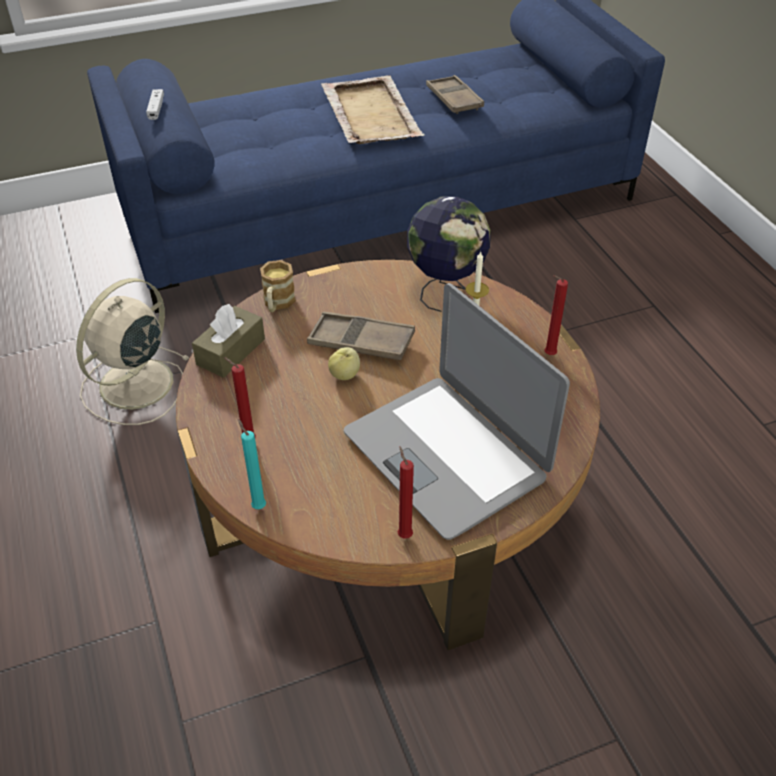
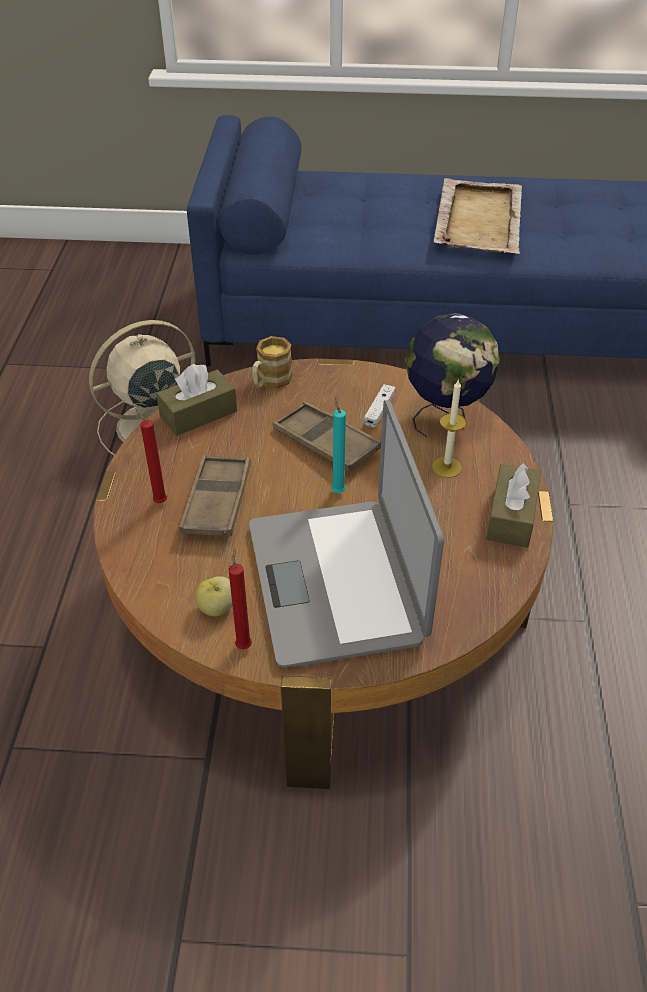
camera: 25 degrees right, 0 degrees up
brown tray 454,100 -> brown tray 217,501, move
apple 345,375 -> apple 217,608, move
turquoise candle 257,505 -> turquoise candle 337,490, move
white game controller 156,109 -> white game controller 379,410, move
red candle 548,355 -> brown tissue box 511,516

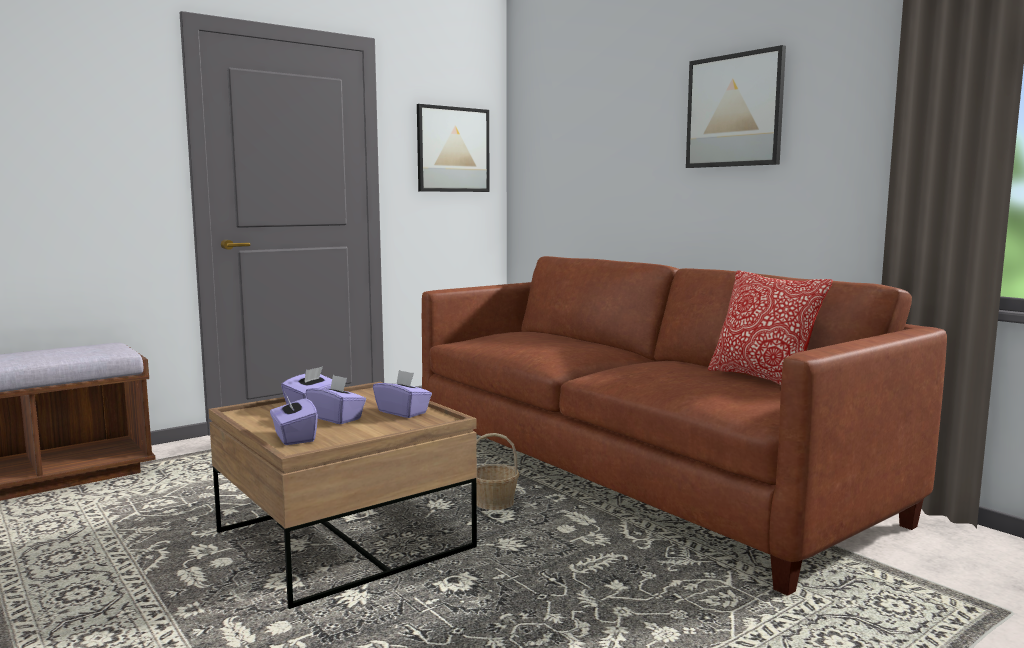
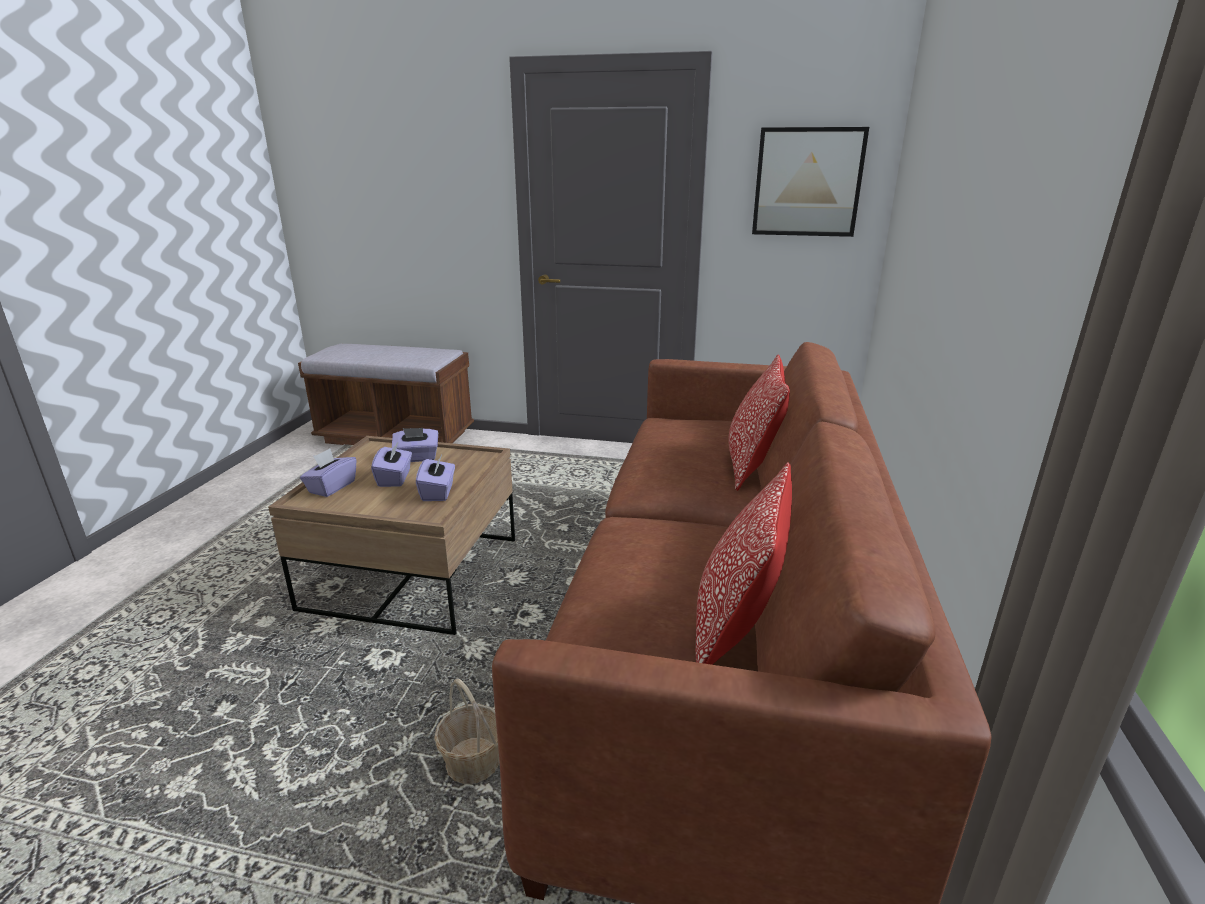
camera: 50 degrees right, 15 degrees up
basket 494,503 -> basket 473,762, move
none -> pillow 752,466
picture 734,110 -> none

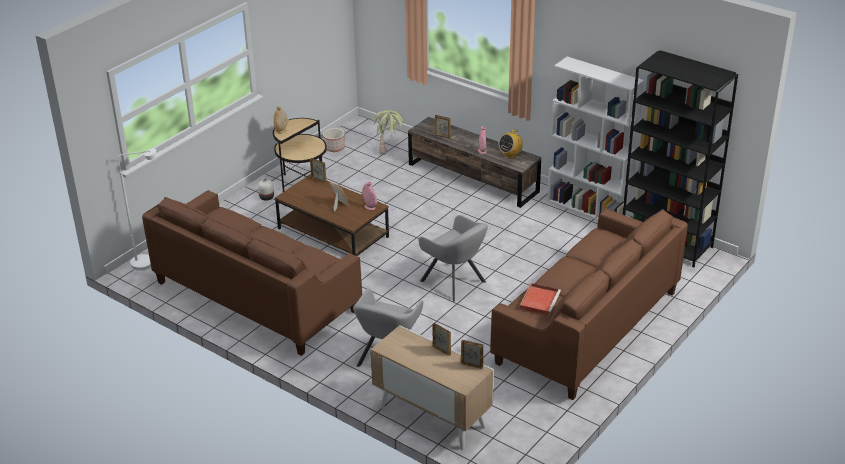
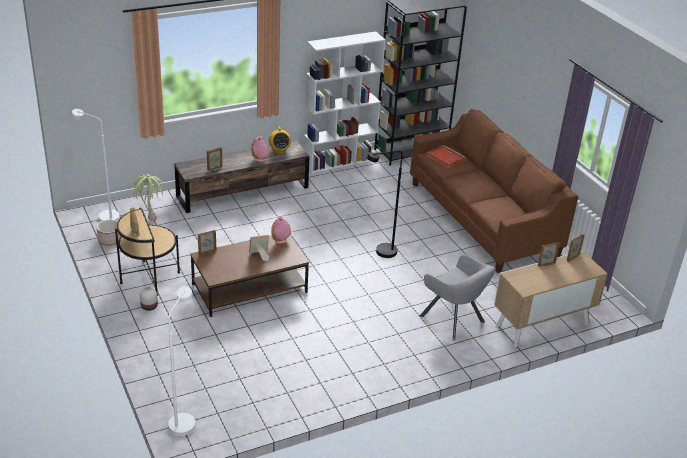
camera: 65 degrees left, 0 degrees up
none -> white floor lamp 103,216
grey armchair 455,282 -> black floor lamp 381,253
red tray 539,300 -> red tray 445,157, move
brown sofa 256,296 -> none

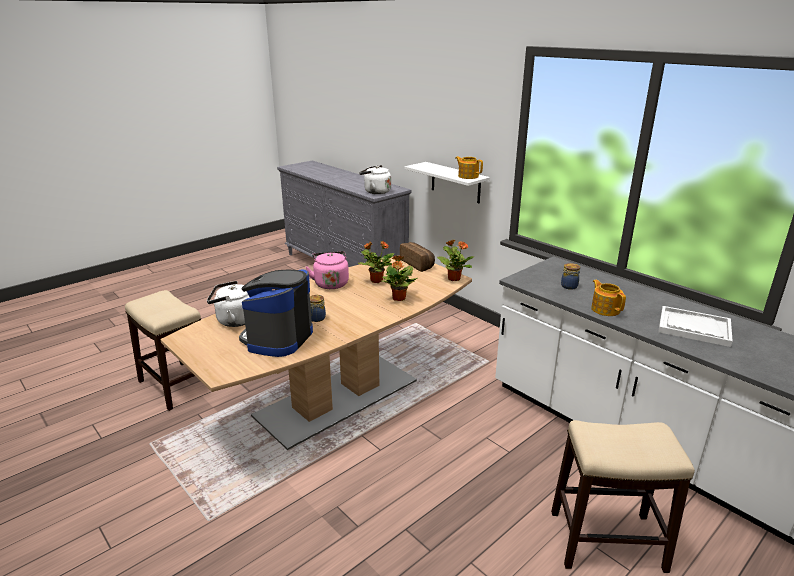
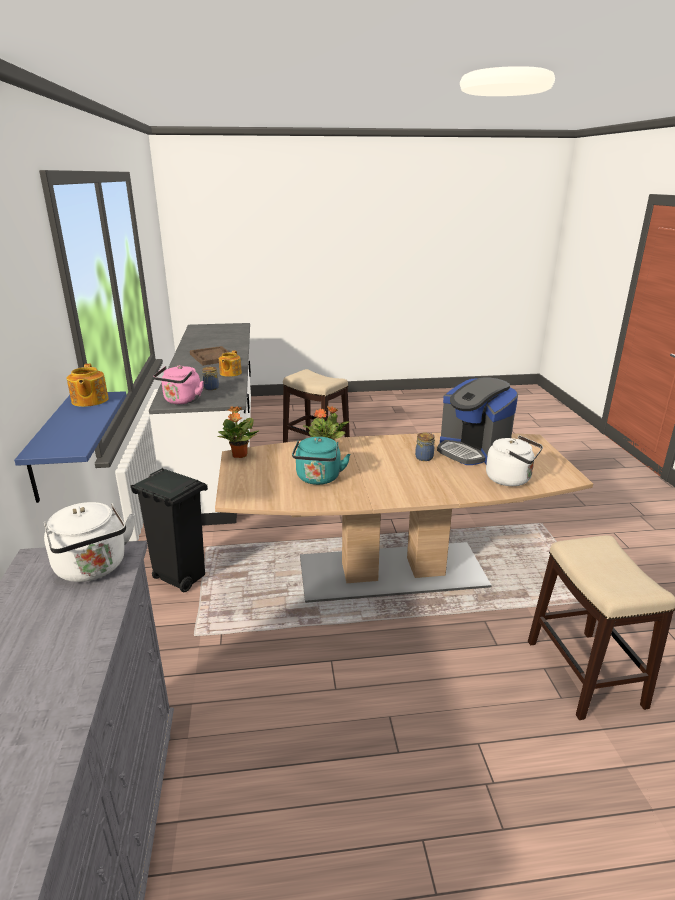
camera: 145 degrees left, 0 degrees up
white shelf 455,182 -> blue shelf 51,447
none -> black trash can 180,578
pink kettle 330,283 -> pink kettle 181,401, move
white tray 693,328 -> brown tray 212,357
potted plant 376,280 -> turquoise kettle 318,479
coffee machine 278,338 -> coffee machine 472,451, 90 degrees clockwise
bread 418,264 -> none

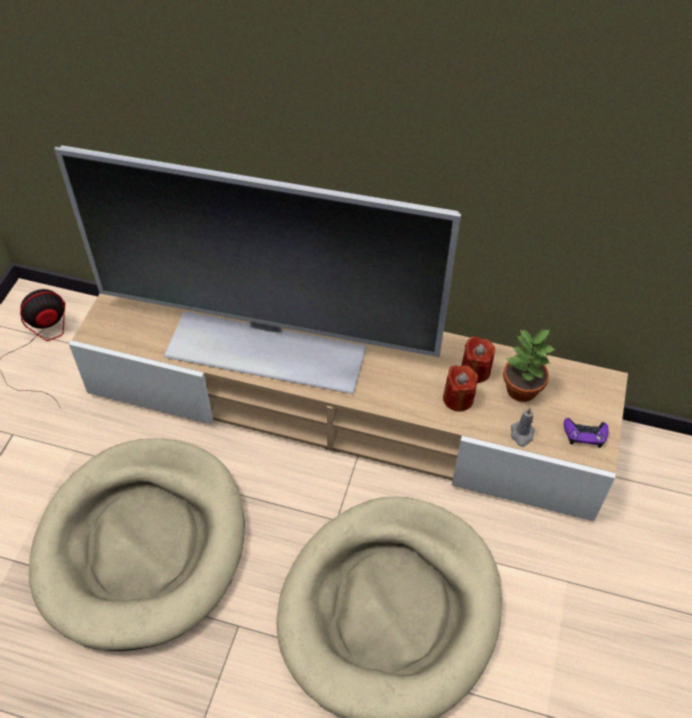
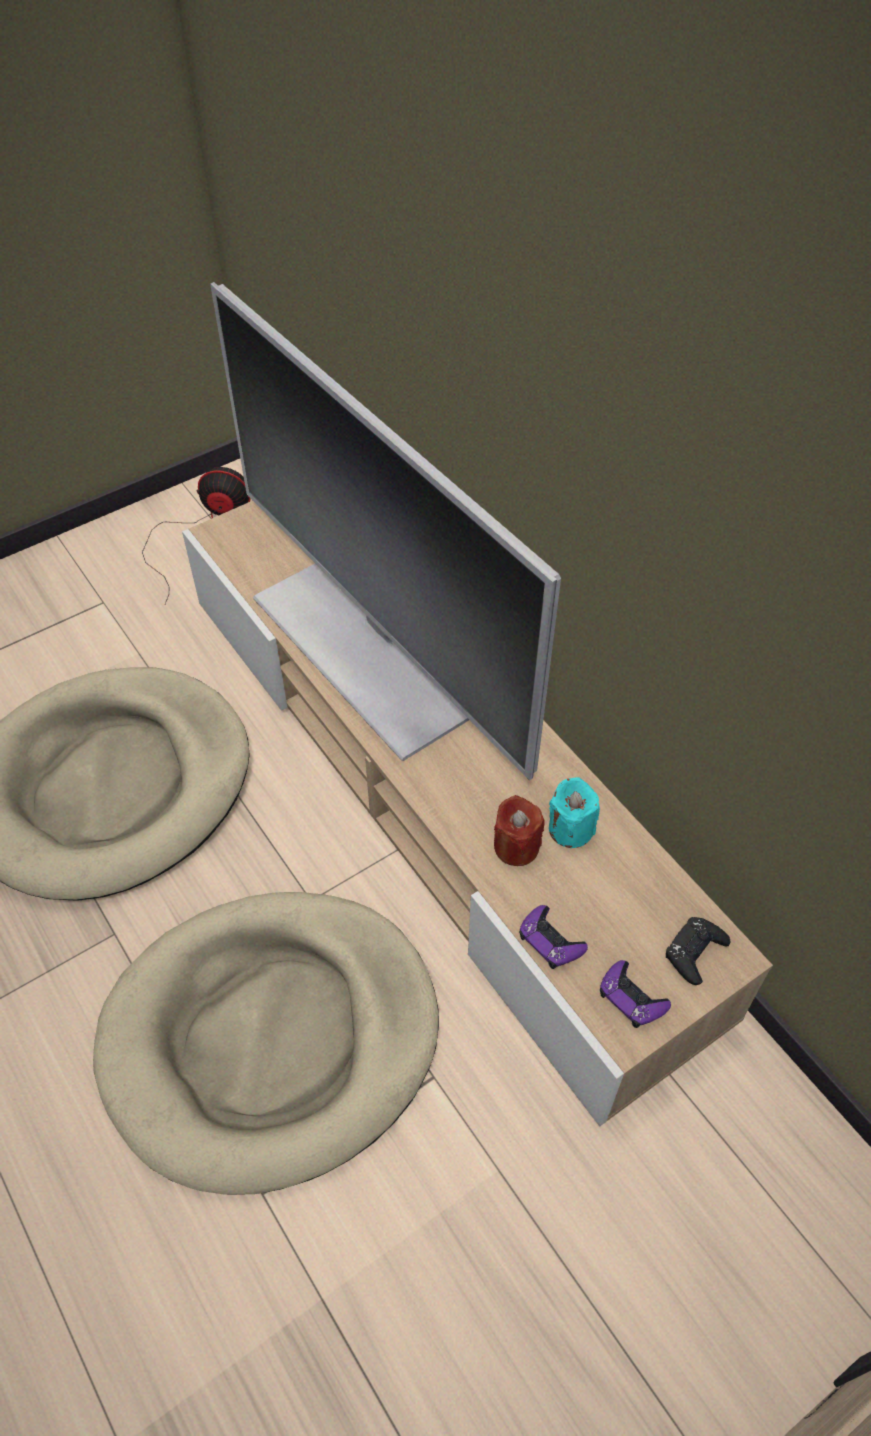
camera: 40 degrees right, 0 degrees up
grey candle 522,434 -> purple game controller 550,941
red candle 475,371 -> turquoise candle 570,828
none -> black game controller 695,952
potted plant 520,389 -> none

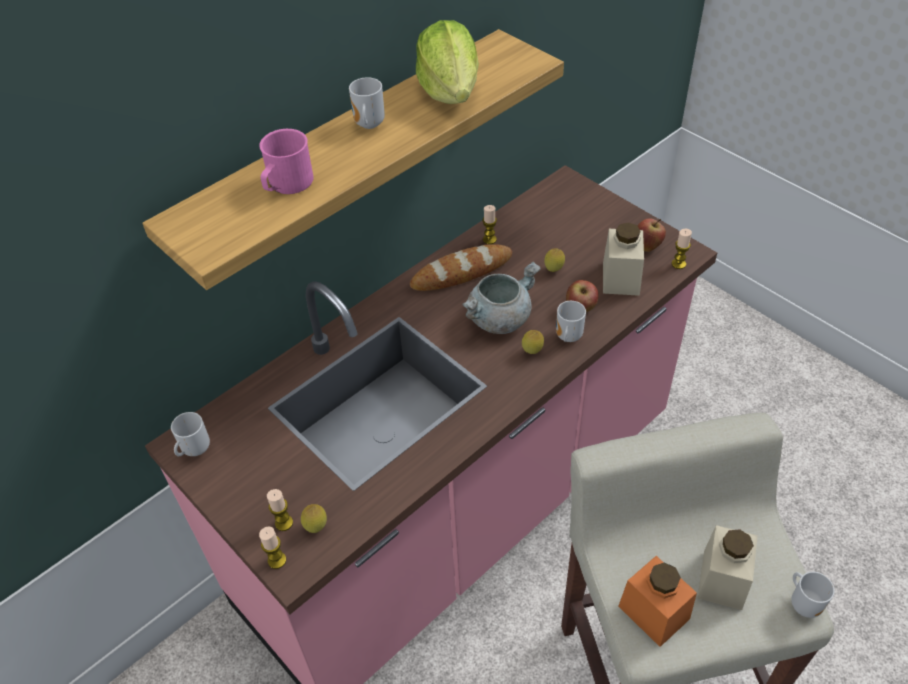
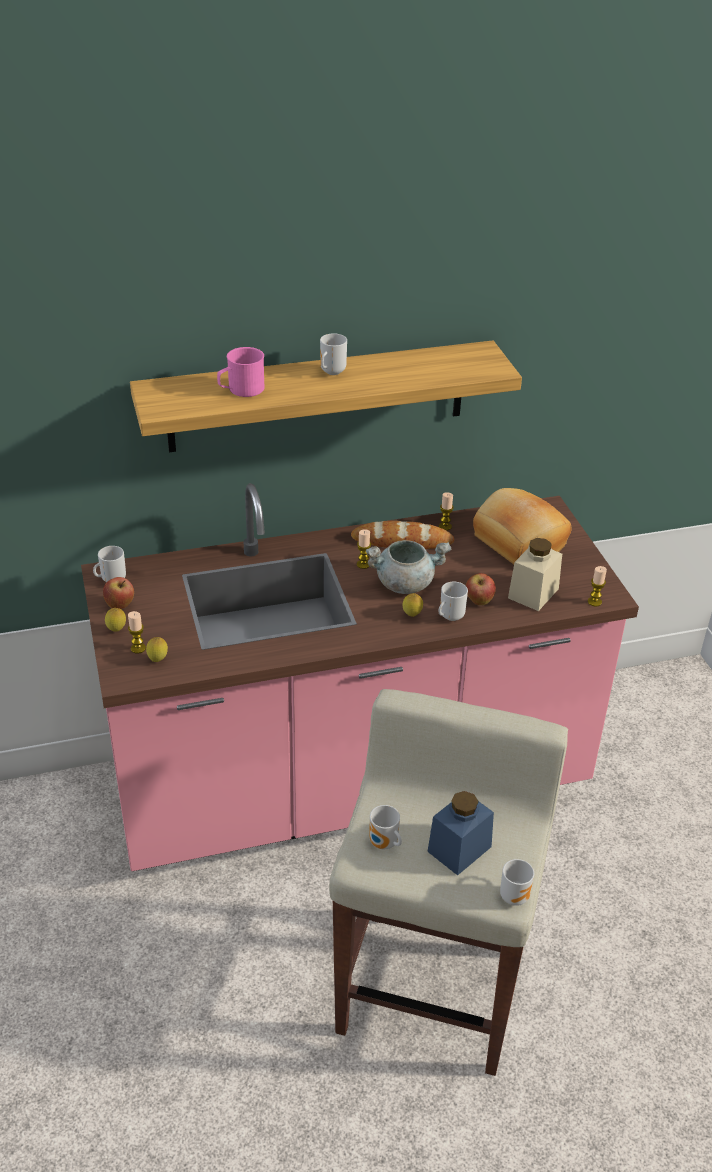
camera: 25 degrees right, 10 degrees down
apple 647,246 -> apple 120,605, move
lemon 553,270 -> lemon 116,630, move
candle 277,560 -> candle 363,564, move
orange jar 653,612 -> mug 384,844
beige jar 722,579 -> blue jar 459,849
none -> bread 518,542
lettuce 450,91 -> none

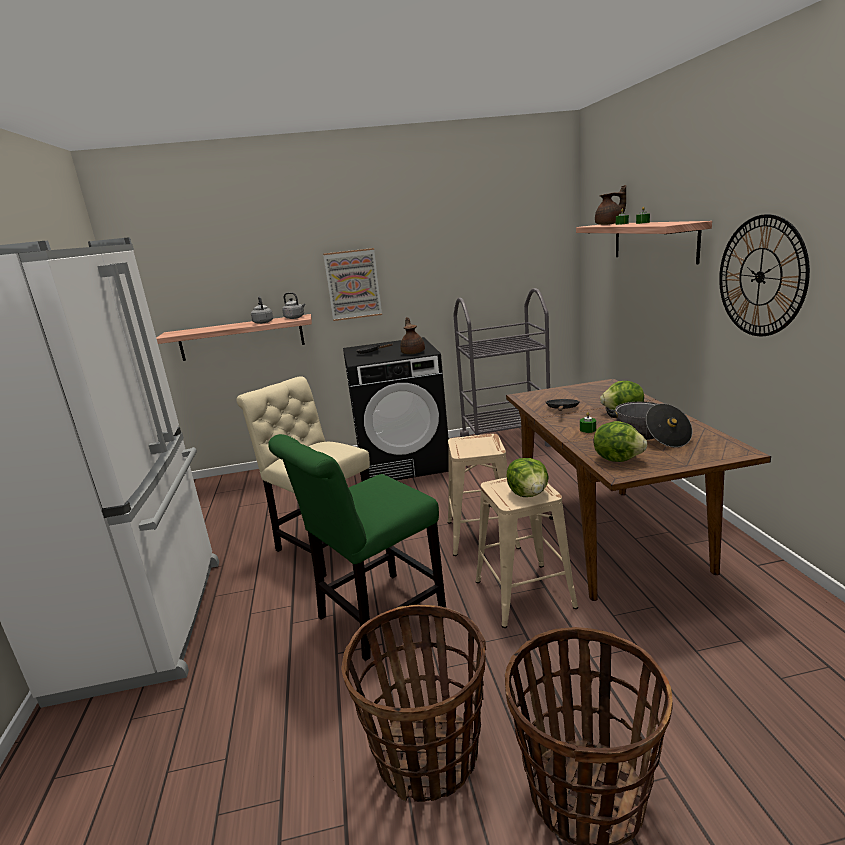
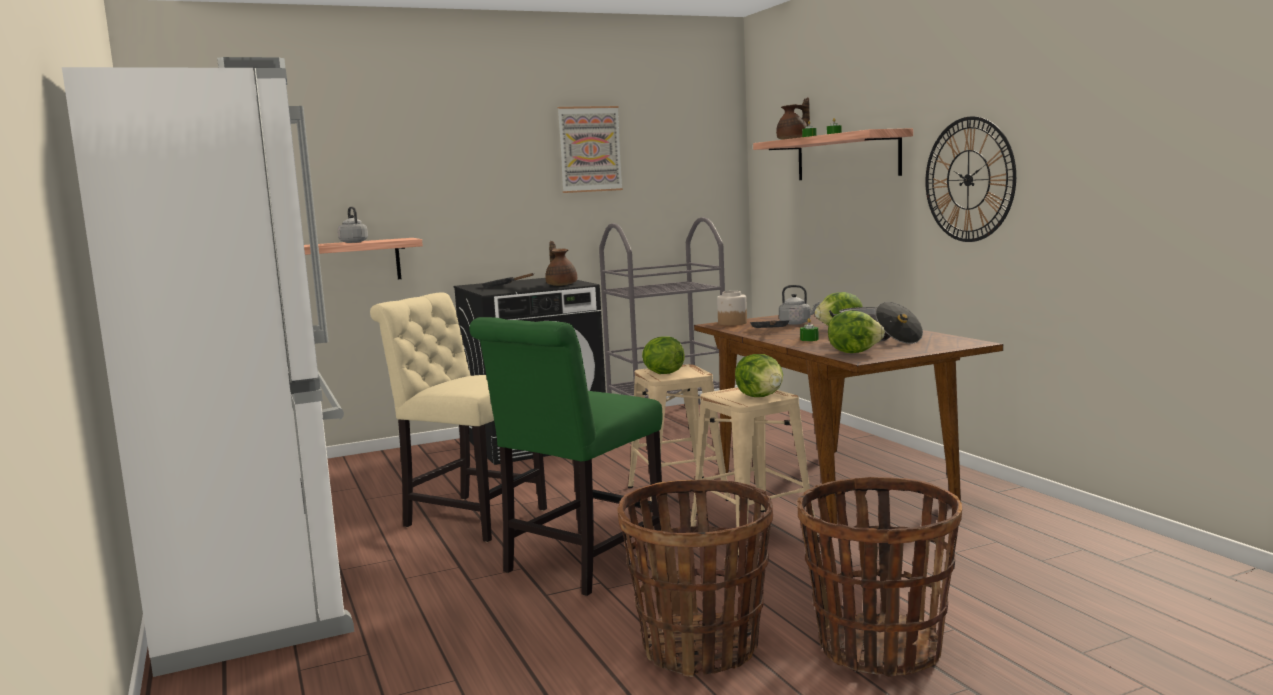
camera: 15 degrees left, 10 degrees down
picture 353,284 -> picture 589,149, move
none -> lettuce 662,373
none -> jar 732,323
grey kettle 295,318 -> grey kettle 796,323, move

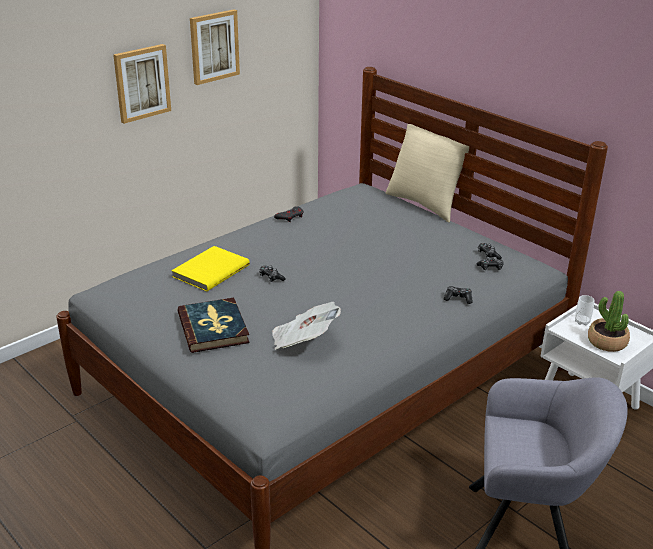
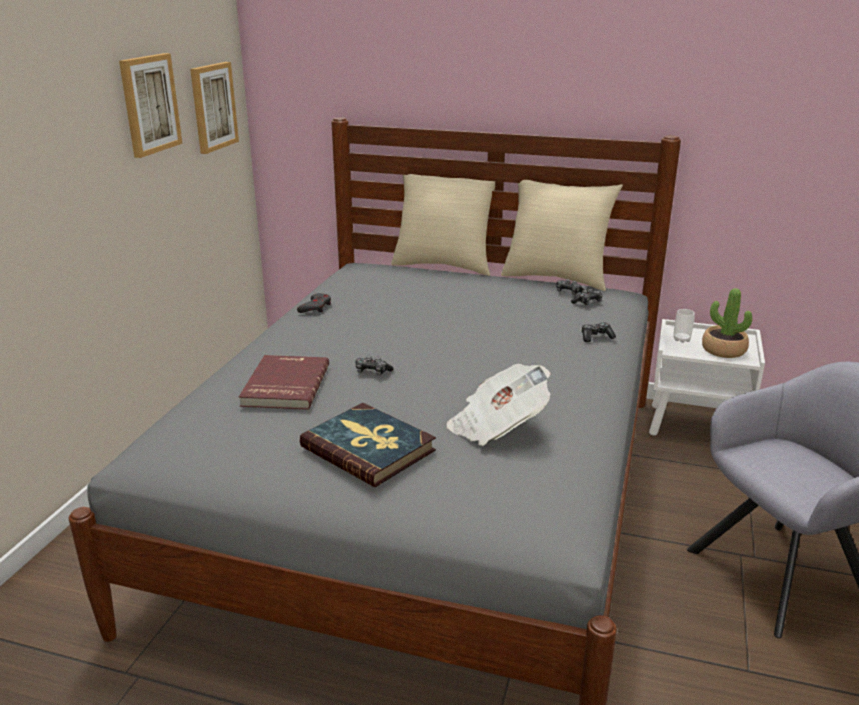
camera: 30 degrees left, 5 degrees down
picture 142,83 -> picture 213,107, move
yellow book 210,270 -> red book 284,385
none -> beige pillow 556,278

